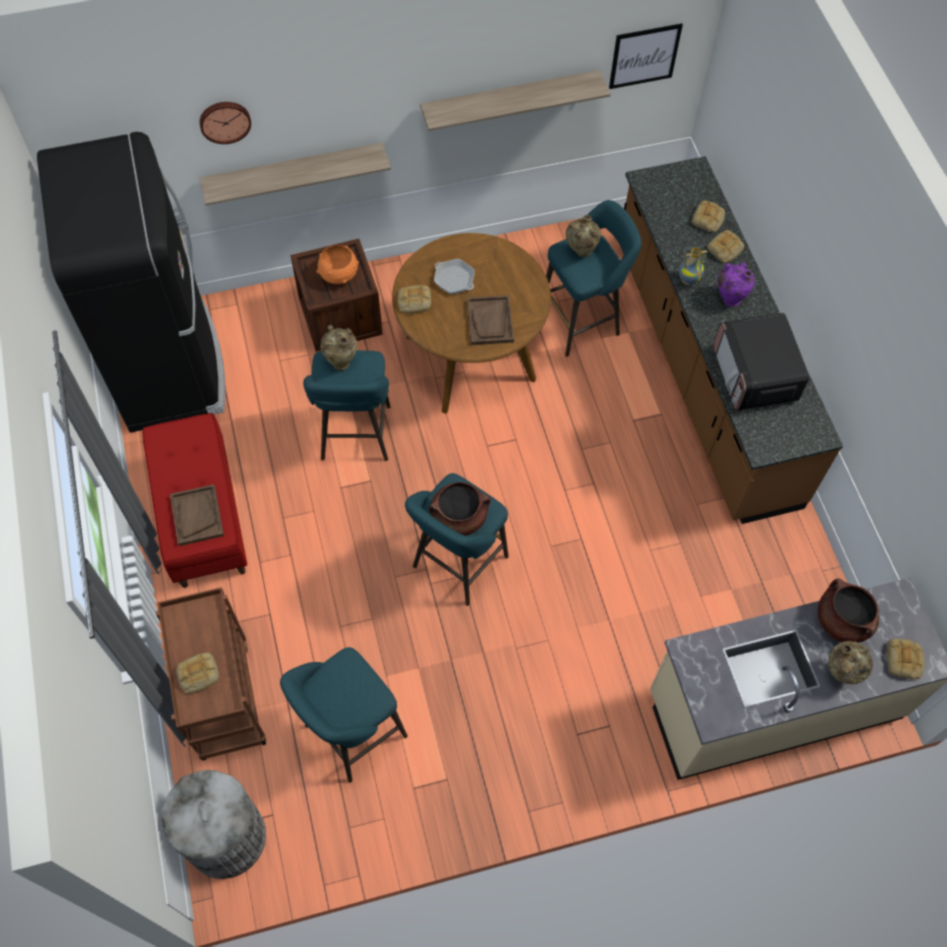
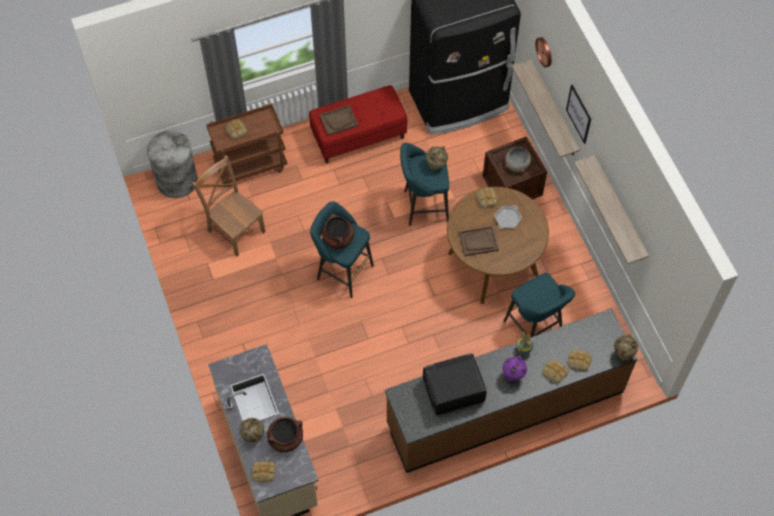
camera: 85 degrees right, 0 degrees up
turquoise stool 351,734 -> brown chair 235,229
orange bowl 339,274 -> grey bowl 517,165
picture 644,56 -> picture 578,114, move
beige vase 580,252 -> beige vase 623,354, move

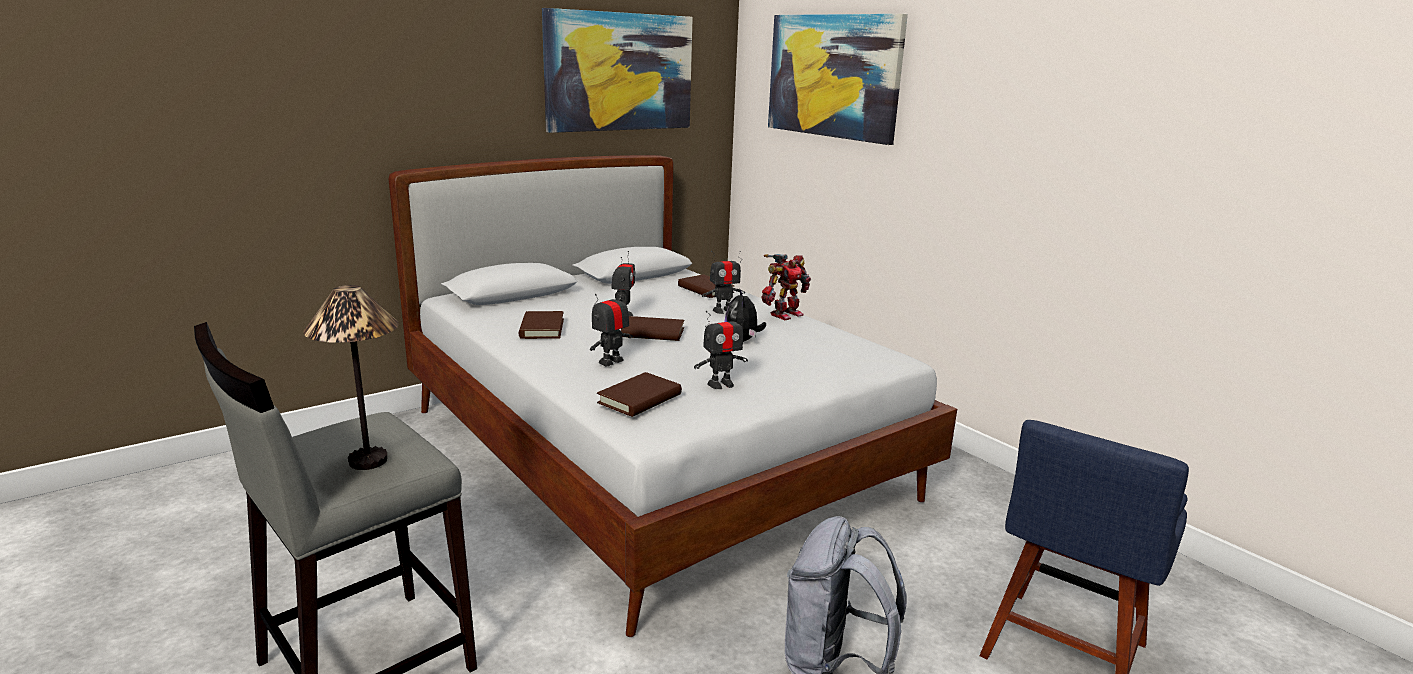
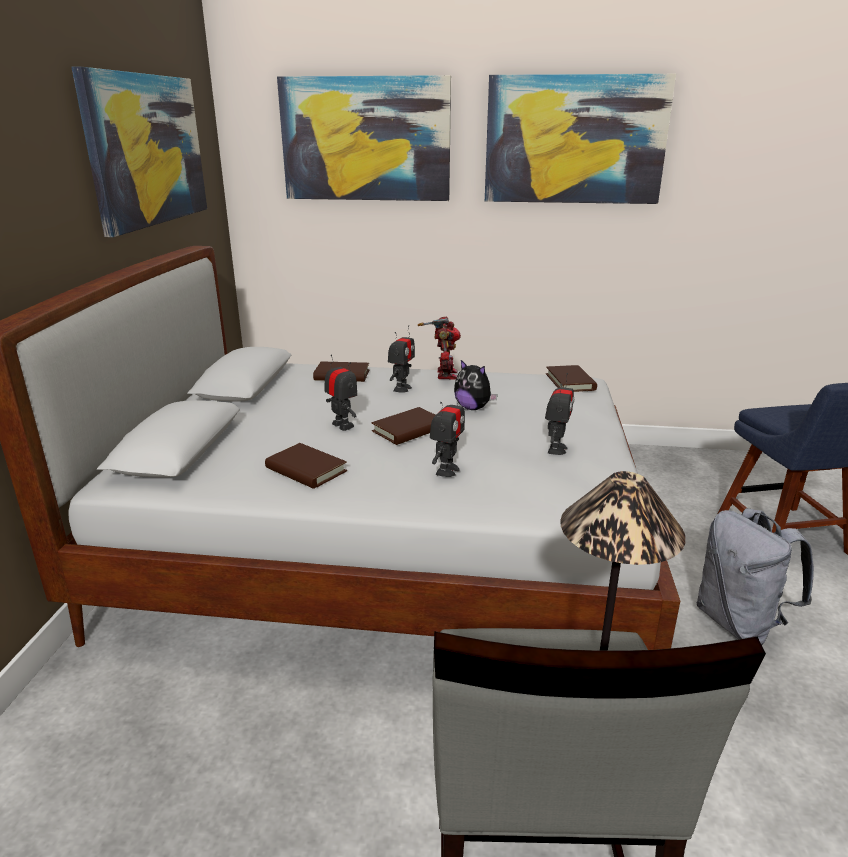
camera: 45 degrees left, 5 degrees up
toy robot 611,361 -> toy robot 447,470, 150 degrees counterclockwise
none -> picture 574,140
brown book 639,399 -> brown book 570,382, move

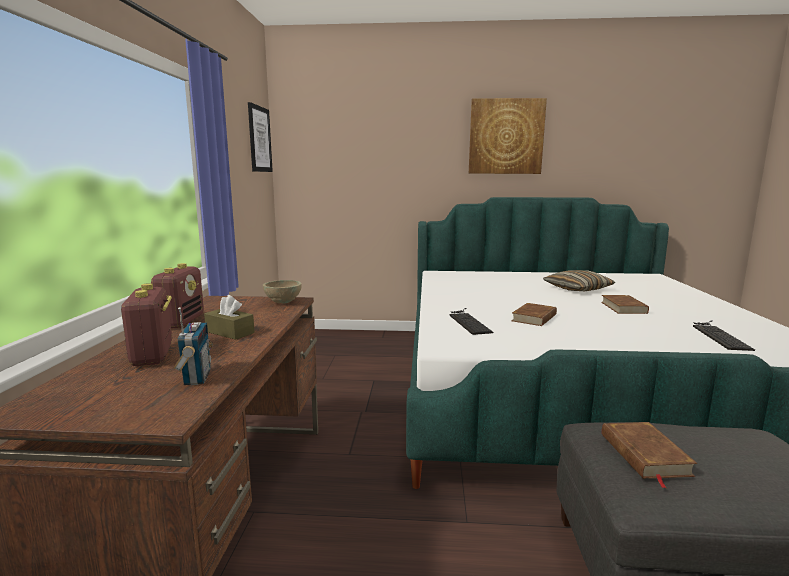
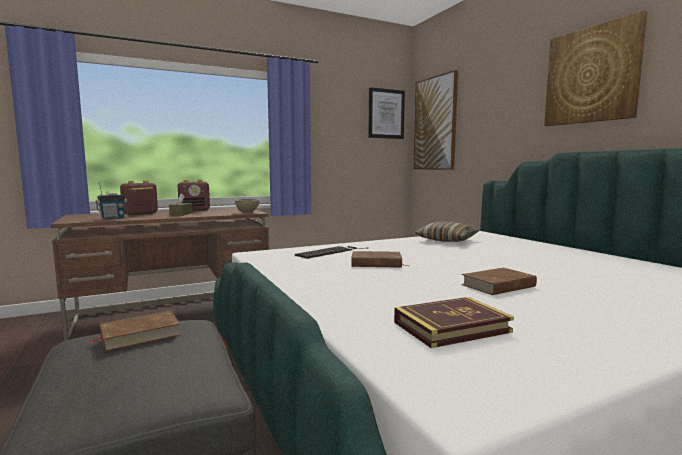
camera: 60 degrees right, 5 degrees down
keyboard 718,335 -> book 451,327
none -> picture 435,124
pillow 577,289 -> pillow 446,240, move

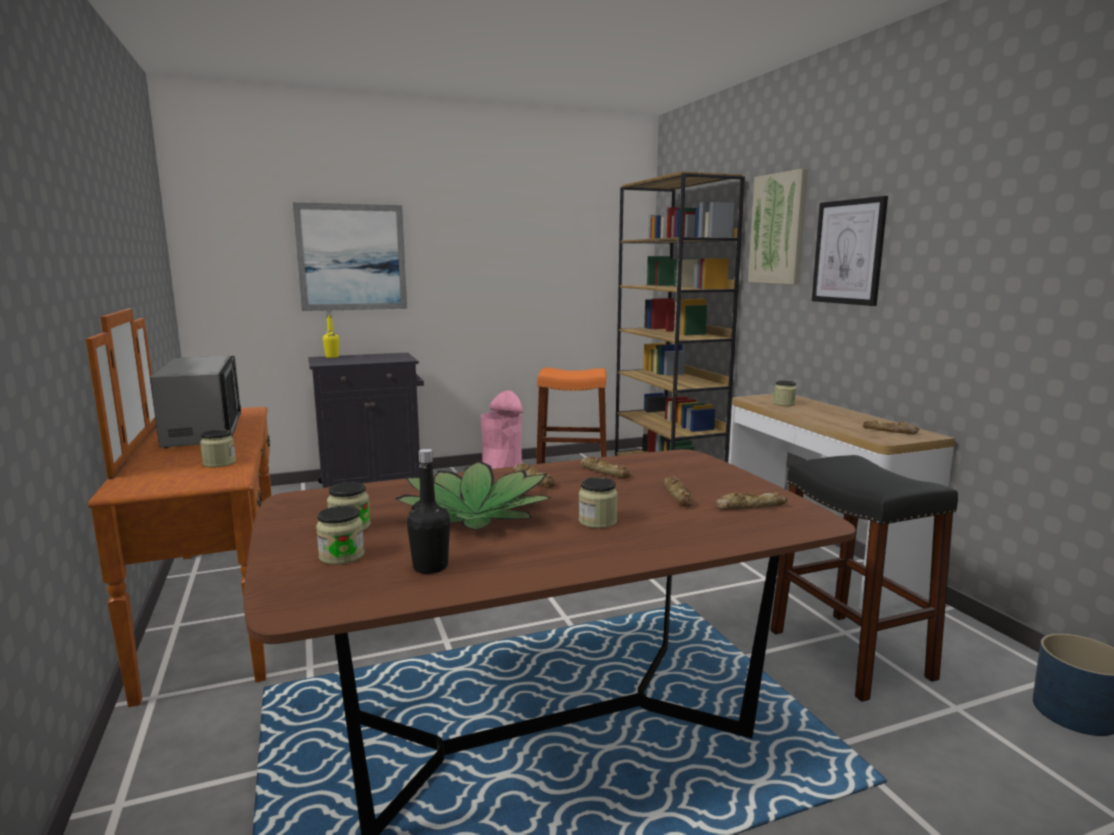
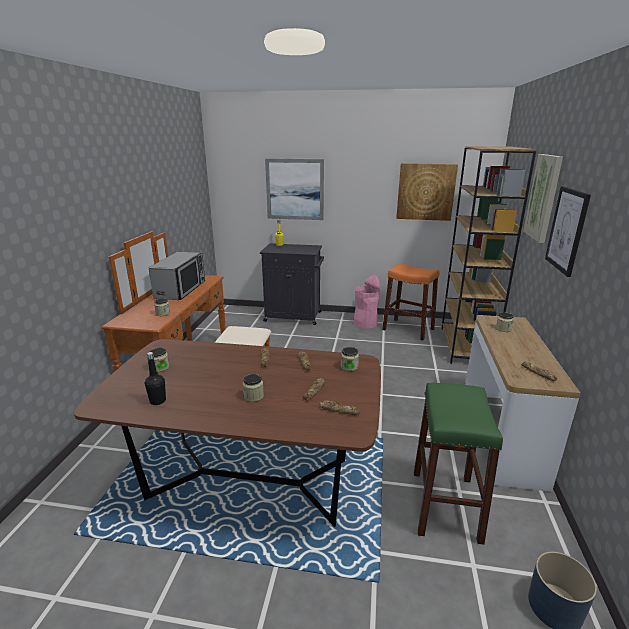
camera: 30 degrees right, 10 degrees up
jar 342,556 -> jar 349,367, move
none -> picture 425,192
black stool 849,654 -> green stool 445,505
potted plant 476,514 -> none

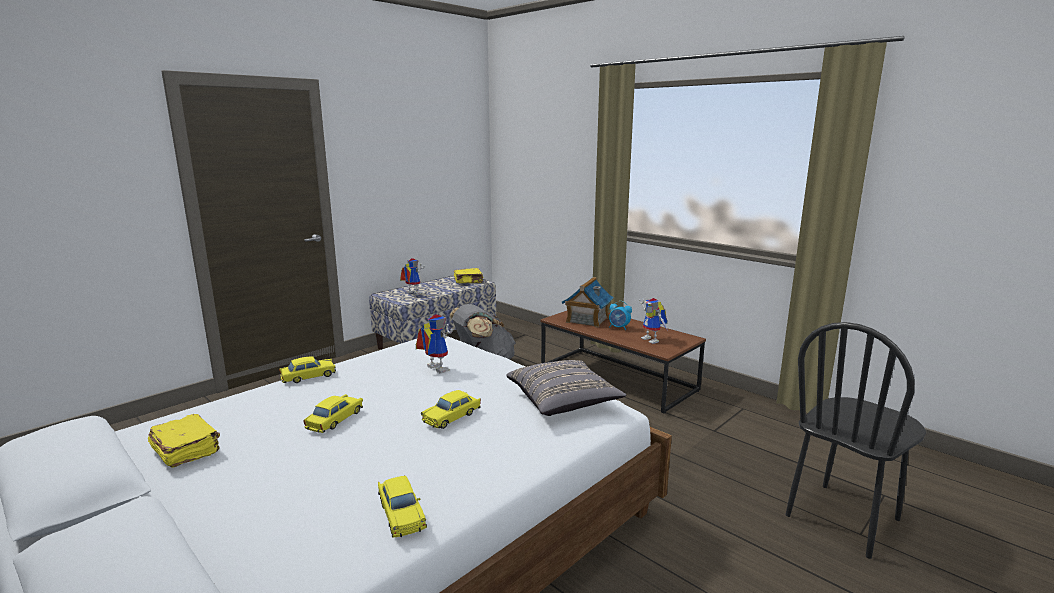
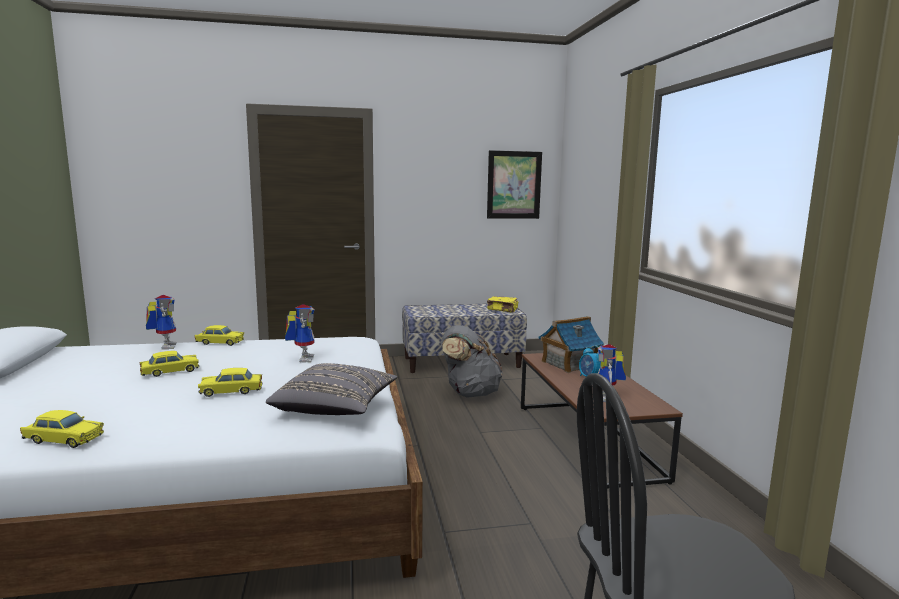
camera: 35 degrees right, 5 degrees down
yellow toy car 401,513 -> yellow toy car 64,439, 90 degrees counterclockwise
toy robot 411,293 -> toy robot 165,346, move
none -> picture 514,185
yellow book 186,451 -> none

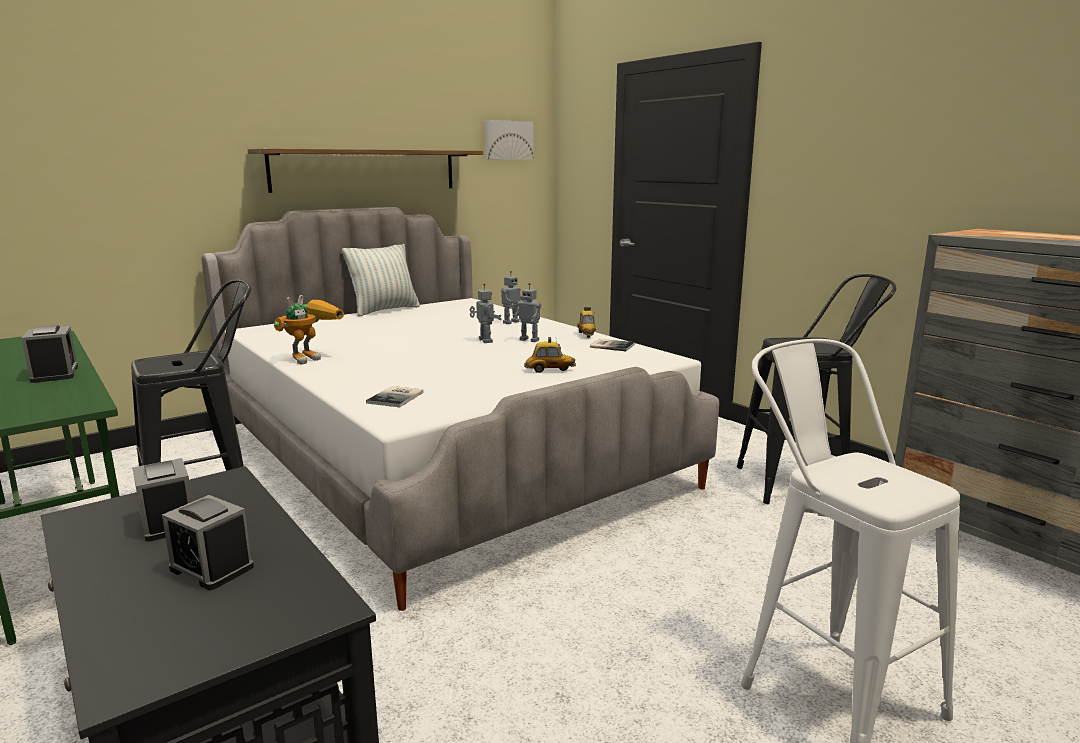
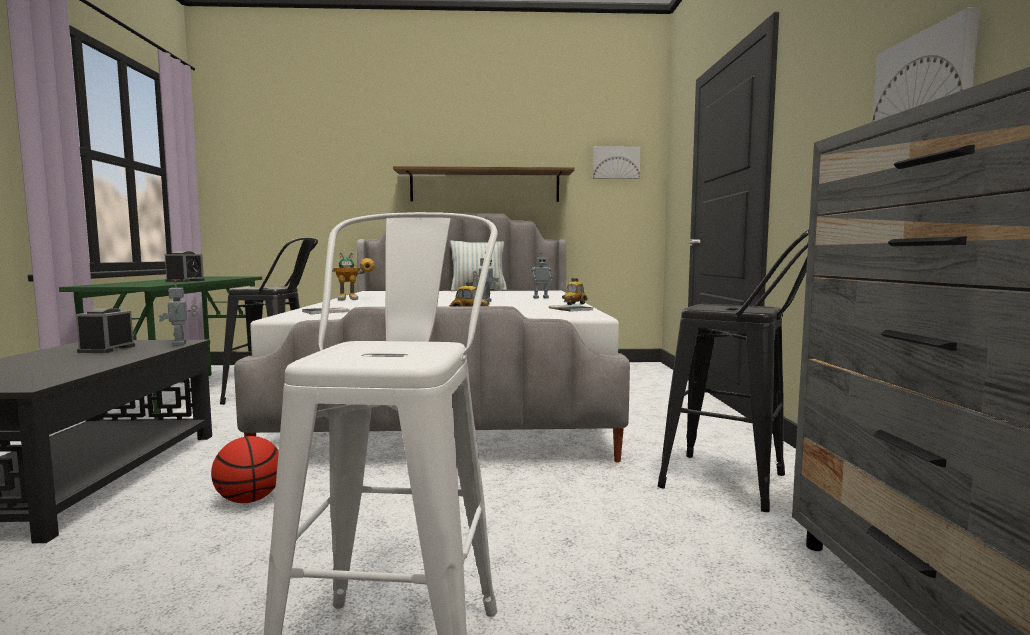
camera: 35 degrees right, 10 degrees down
toy robot 530,340 -> toy robot 181,344, move
none -> basketball 249,500
none -> picture 925,73
alarm clock 211,568 -> none

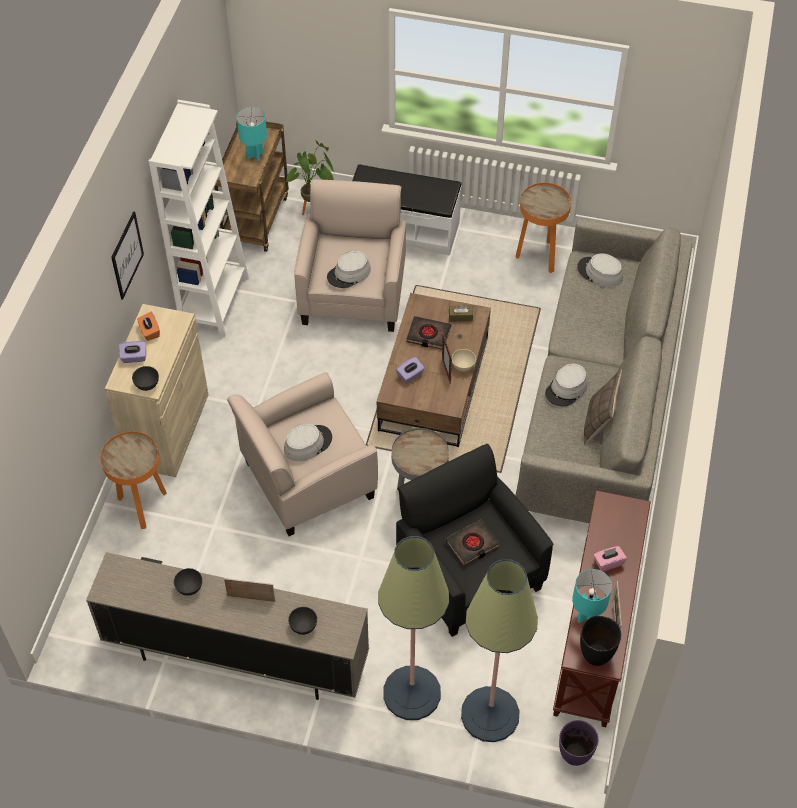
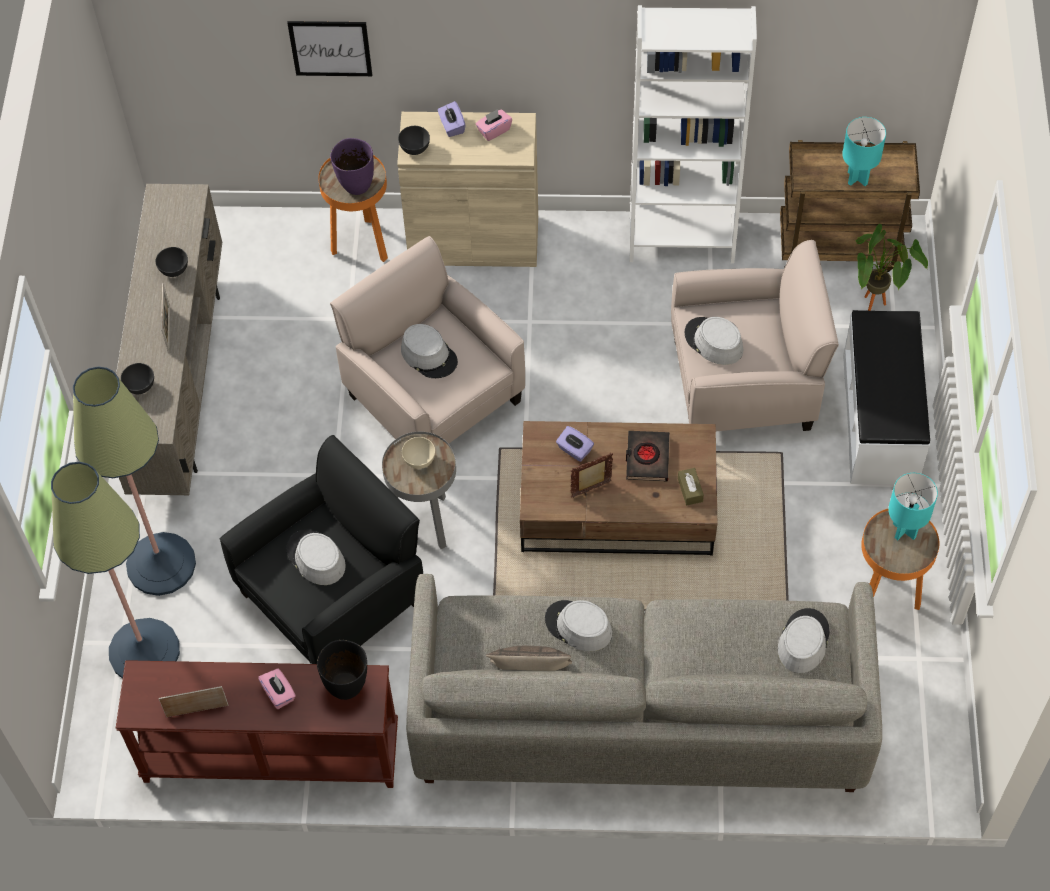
camera: 80 degrees right, 5 degrees up
picture 127,255 -> picture 330,48, move
black book 472,544 -> grey hat 315,558
black vase 595,654 -> black vase 347,686, move
purple vase 574,756 -> purple vase 356,185, move
beige bowl 463,366 -> beige bowl 419,460, move
orange tissue box 149,332 -> pink tissue box 494,130
turquoise table lamp 587,616 -> turquoise table lamp 904,531, move

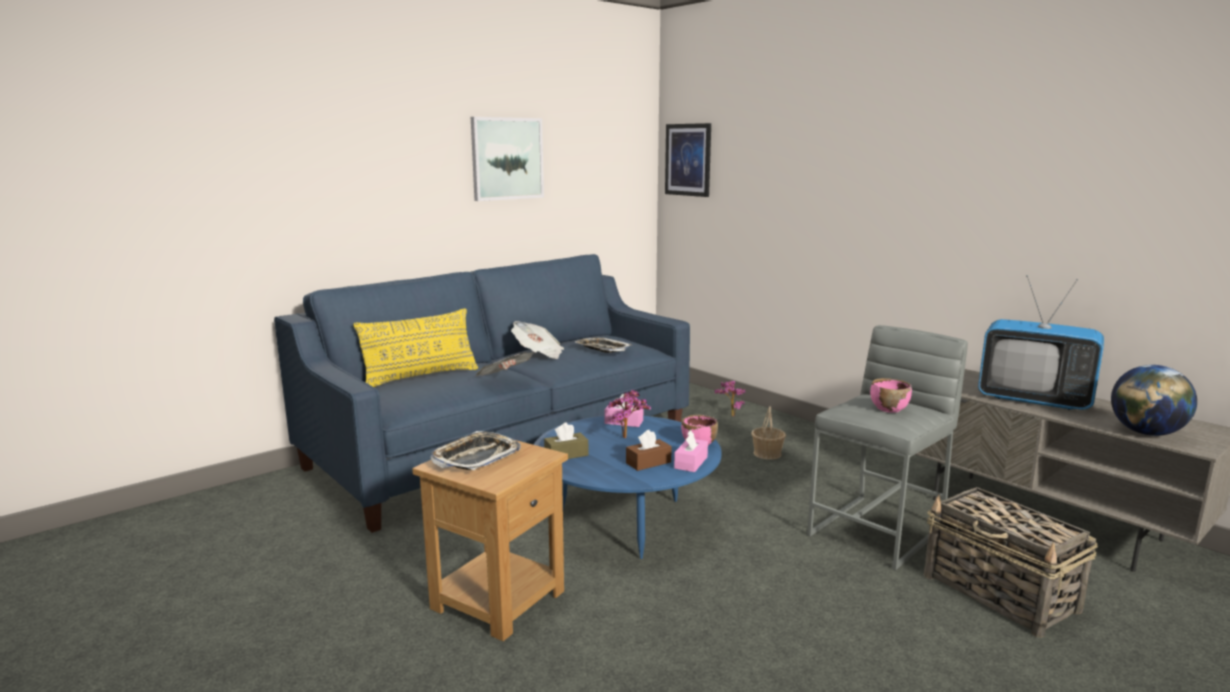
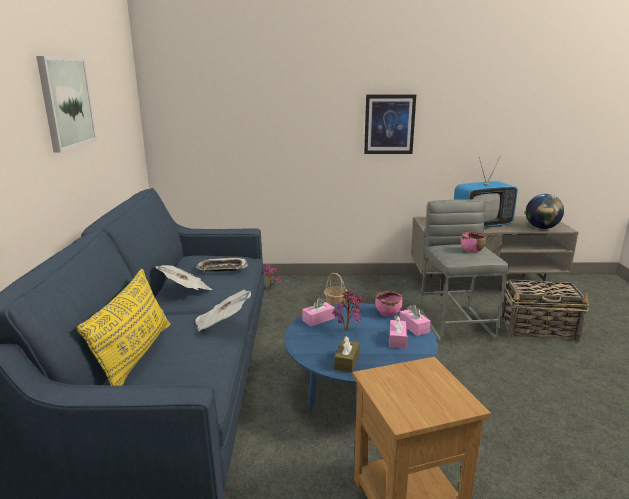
camera: 50 degrees left, 5 degrees up
picture 688,160 -> picture 389,124, move
brown tissue box 648,462 -> pink tissue box 397,340
tray 476,457 -> none

